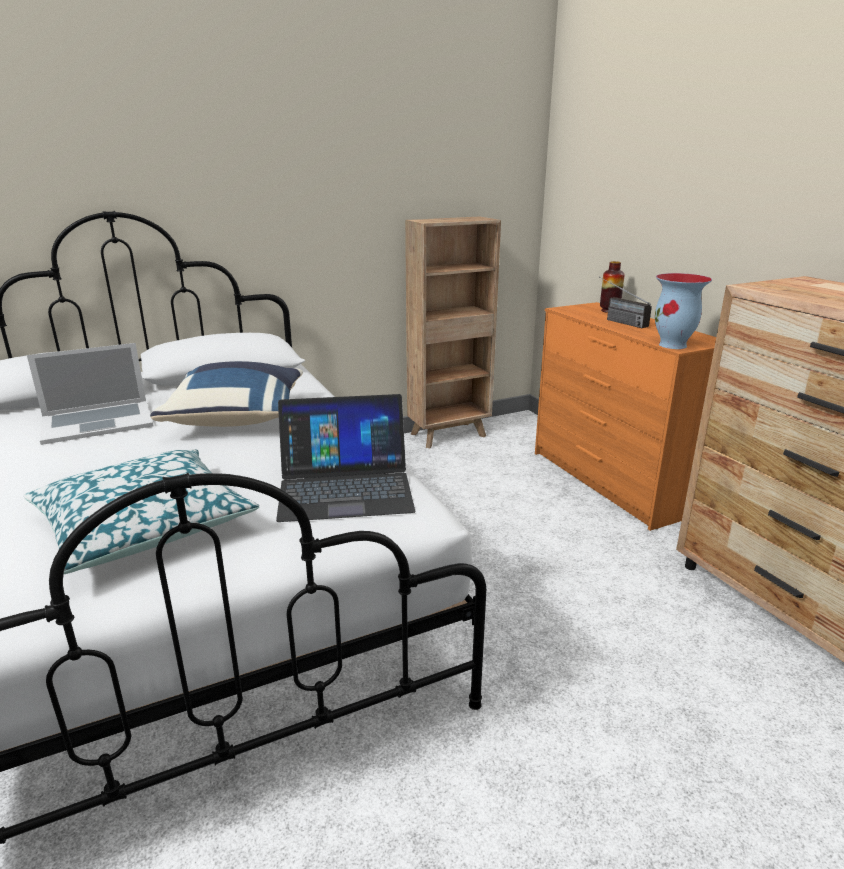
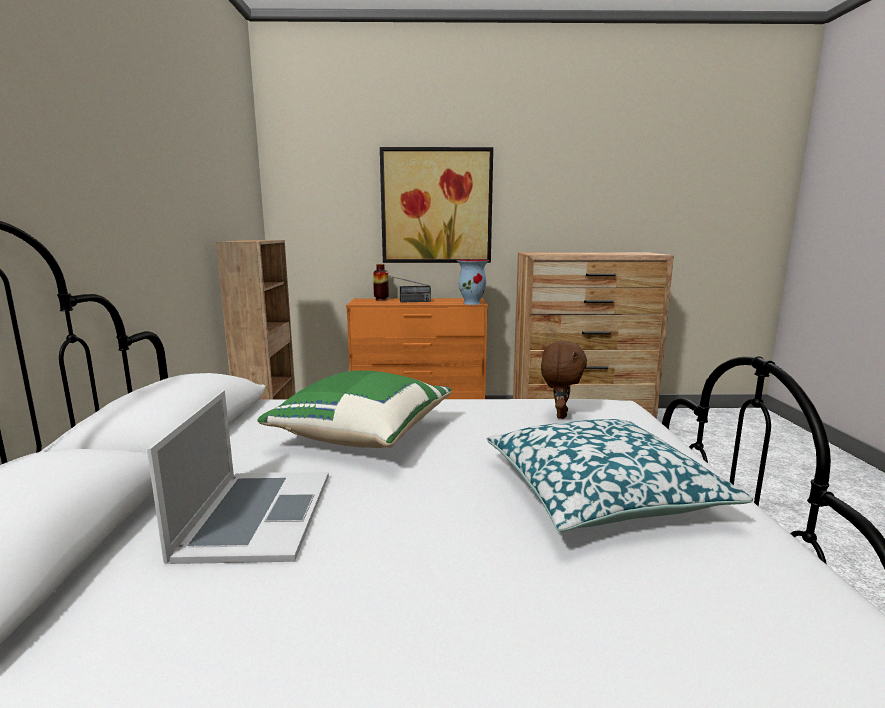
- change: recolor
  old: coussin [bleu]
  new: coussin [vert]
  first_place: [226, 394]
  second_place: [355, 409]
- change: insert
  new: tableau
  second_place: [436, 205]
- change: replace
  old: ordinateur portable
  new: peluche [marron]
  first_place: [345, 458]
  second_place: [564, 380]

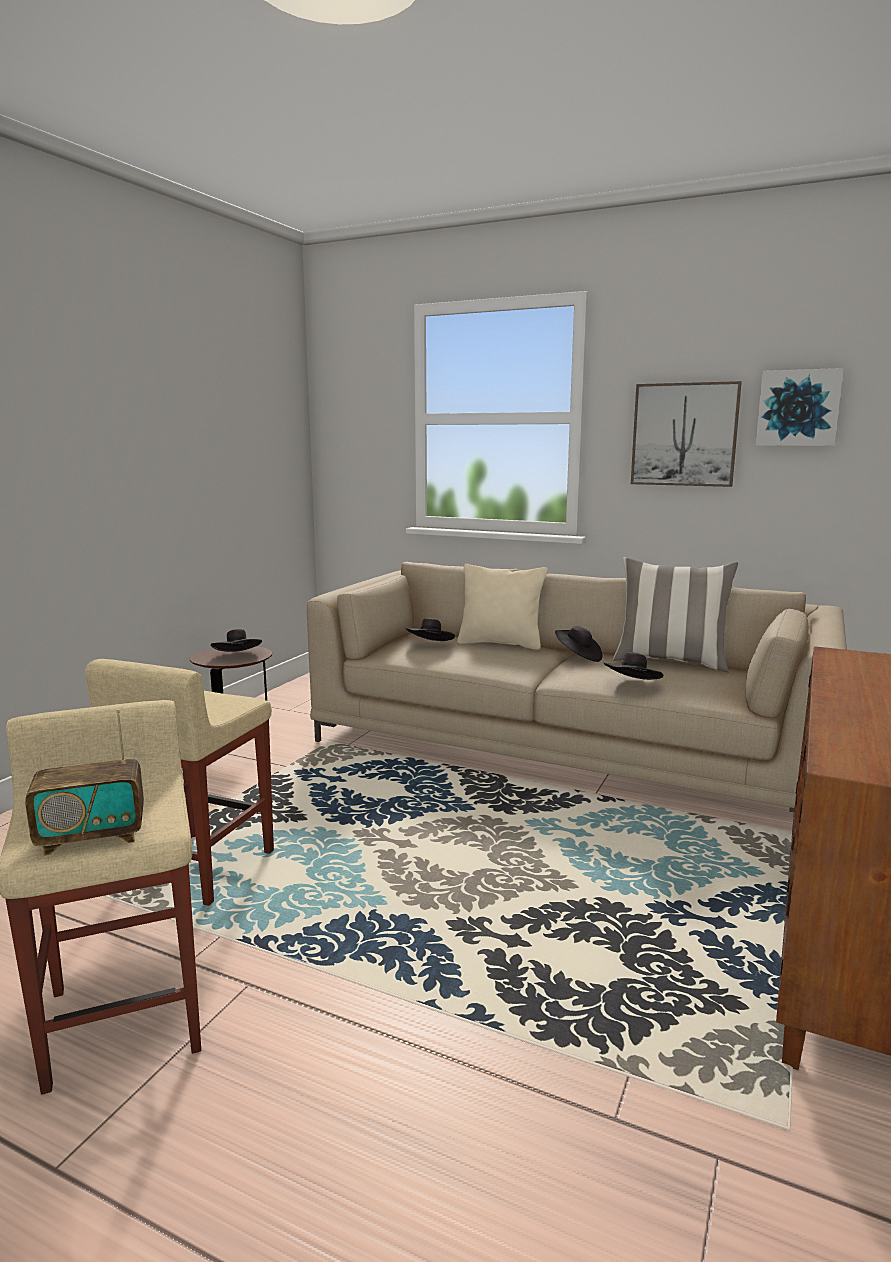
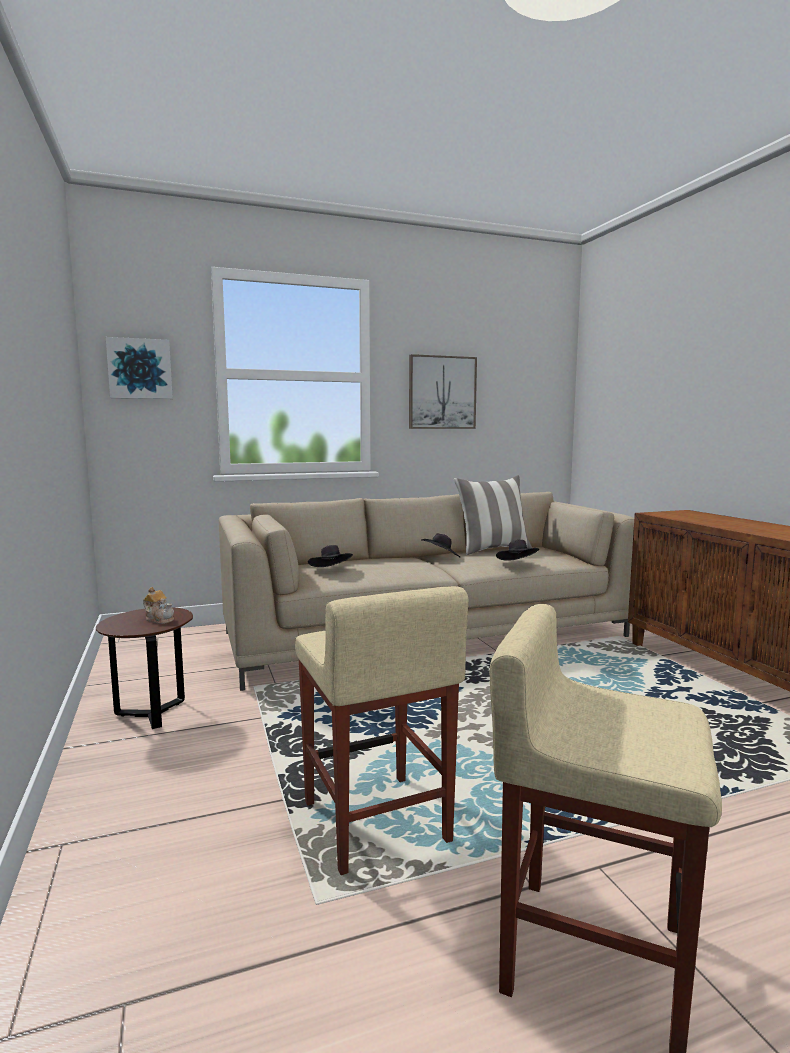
- change: move
  old: tableau
  first_place: [800, 407]
  second_place: [139, 368]
- change: replace
  old: chapeau [noir]
  new: théière
  first_place: [236, 640]
  second_place: [158, 605]
- change: delete
  old: radio
  first_place: [84, 782]
- change: delete
  old: coussin [beige]
  first_place: [502, 607]

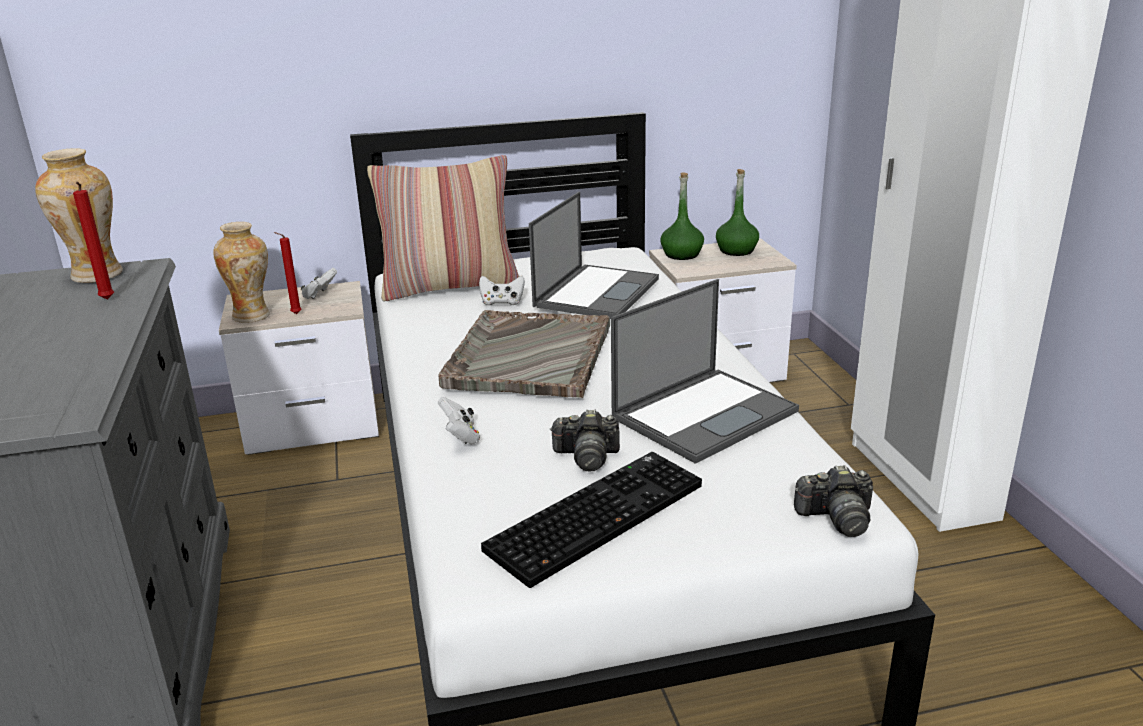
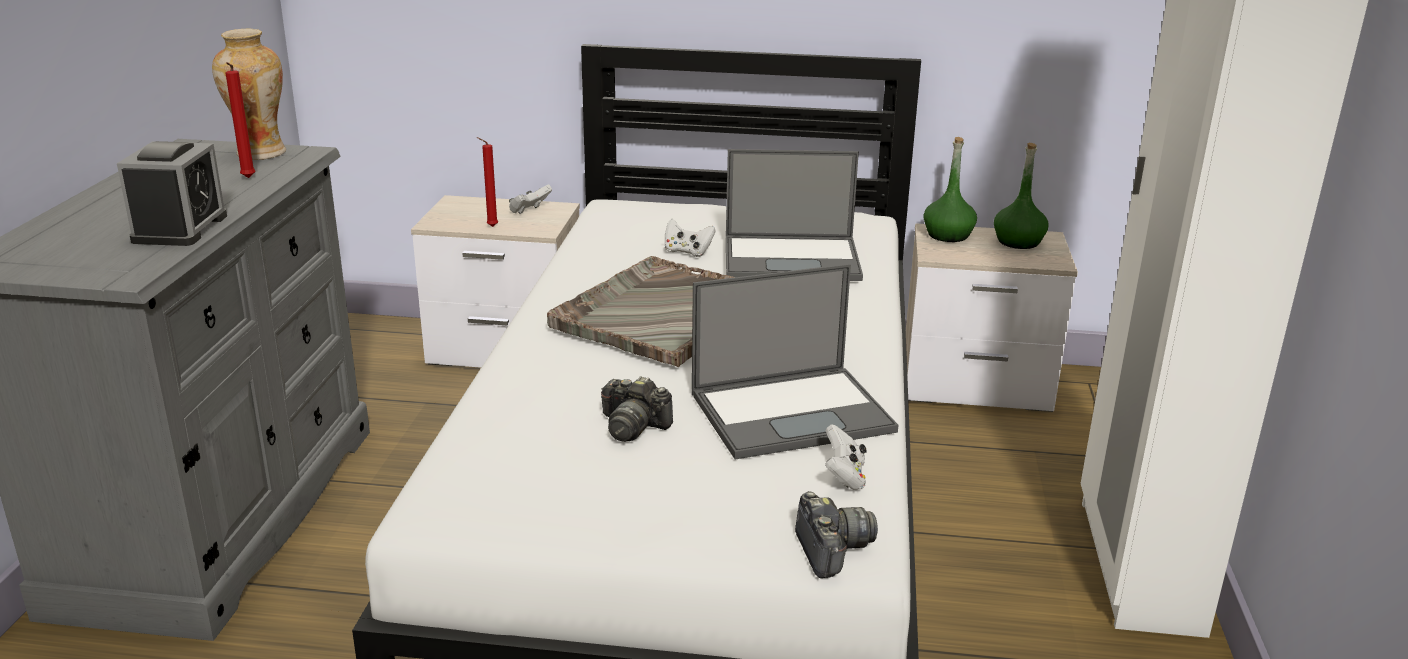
- change: insert
  new: réveil
  second_place: [172, 193]
- change: rotate
  old: ordinateur portable
  first_place: [594, 255]
  second_place: [794, 215]
  degrees: 45
- change: rotate
  old: appareil photo
  first_place: [833, 501]
  second_place: [836, 534]
  degrees: -120
- change: move
  old: manette [blanc]
  first_place: [459, 421]
  second_place: [845, 457]
- change: delete
  old: vase
  first_place: [241, 272]
- change: delete
  old: coussin
  first_place: [443, 228]
- change: delete
  old: clavier
  first_place: [591, 520]

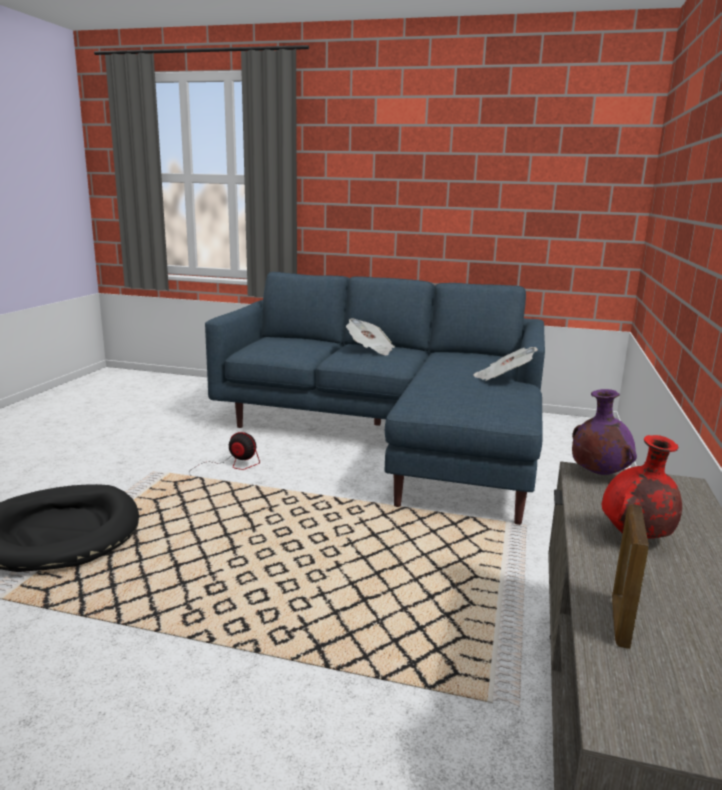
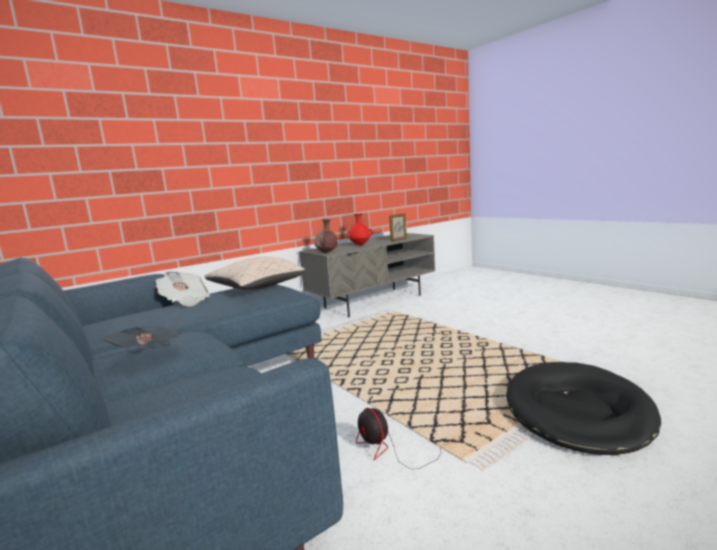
- change: insert
  new: coussin [beige]
  second_place: [254, 273]
- change: recolor
  old: vase [violet]
  new: vase [marron]
  first_place: [604, 432]
  second_place: [325, 236]

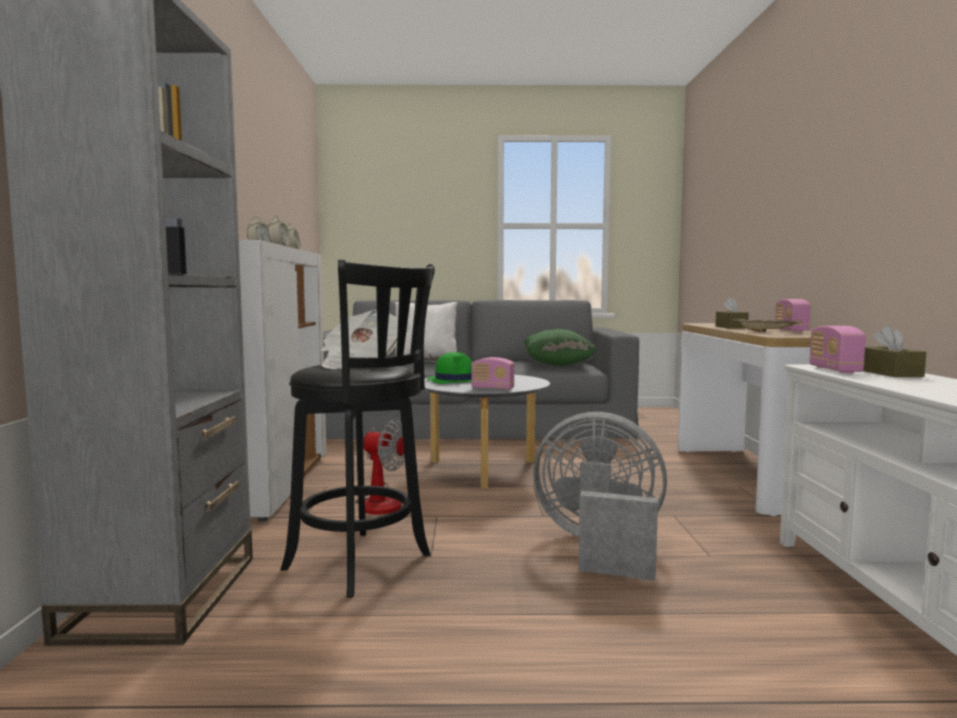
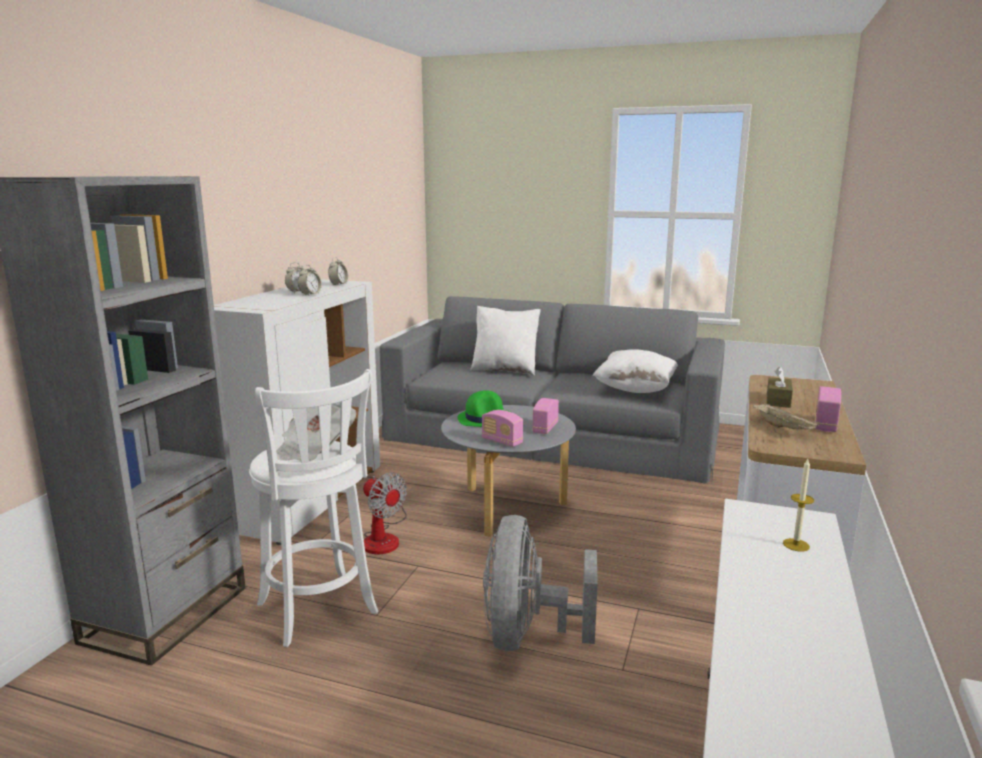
- change: recolor
  old: tabouret [noir]
  new: tabouret [blanc]
  first_place: [358, 429]
  second_place: [313, 508]
- change: rotate
  old: ventilateur [gris]
  first_place: [600, 496]
  second_place: [540, 583]
  degrees: -120
- change: move
  old: radio
  first_place: [837, 349]
  second_place: [545, 416]
- change: recolor
  old: coussin [vert]
  new: coussin [blanc]
  first_place: [560, 347]
  second_place: [635, 371]
- change: replace
  old: boîte à mouchoirs [marron]
  new: bougie
  first_place: [894, 351]
  second_place: [798, 505]

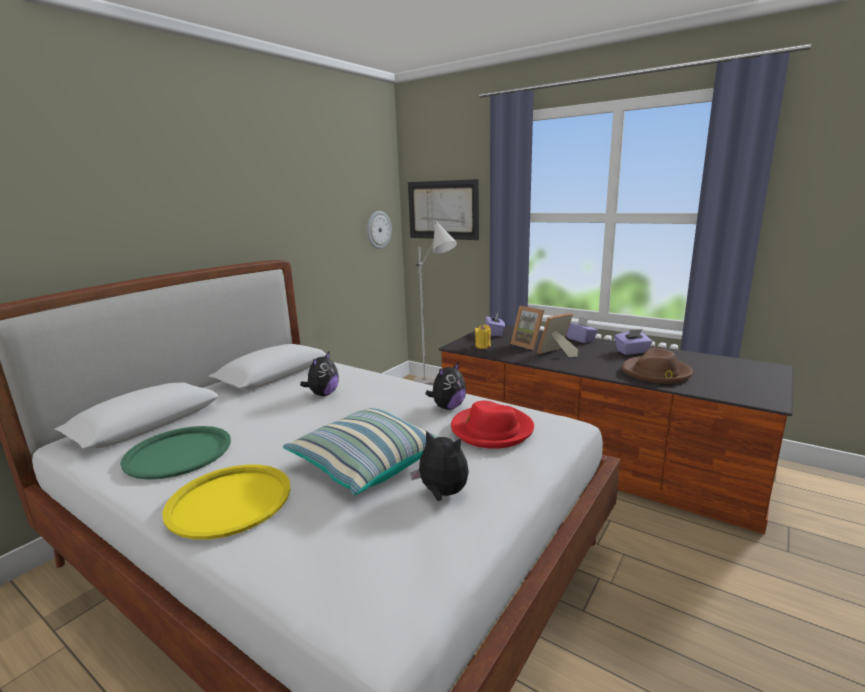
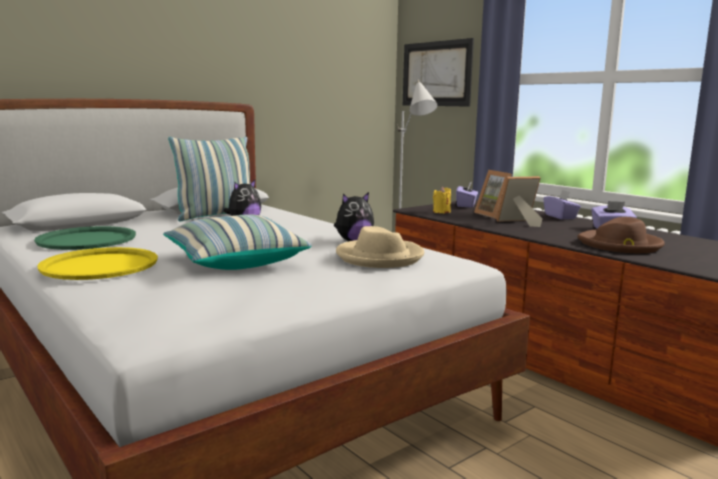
- change: insert
  new: coussin
  second_place: [209, 179]
- change: recolor
  old: chapeau [rouge]
  new: chapeau [beige]
  first_place: [492, 424]
  second_place: [380, 247]
- change: delete
  old: horloge murale
  first_place: [379, 230]
- change: delete
  old: peluche
  first_place: [439, 465]

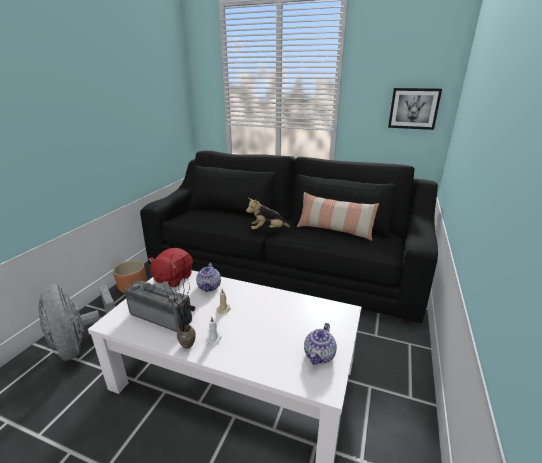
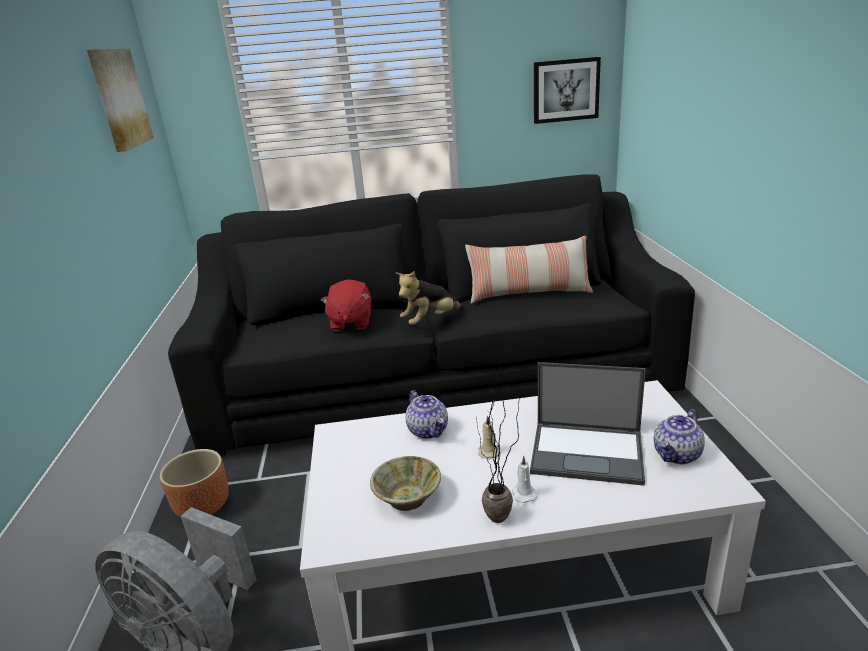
- change: insert
  new: tableau
  second_place: [120, 100]
- change: move
  old: peluche [rouge]
  first_place: [170, 267]
  second_place: [345, 305]
- change: replace
  old: radio
  new: bol [beige]
  first_place: [160, 306]
  second_place: [405, 483]
- change: insert
  new: ordinateur portable
  second_place: [588, 423]
- change: rotate
  old: théière
  first_place: [320, 343]
  second_place: [679, 436]
  degrees: 45

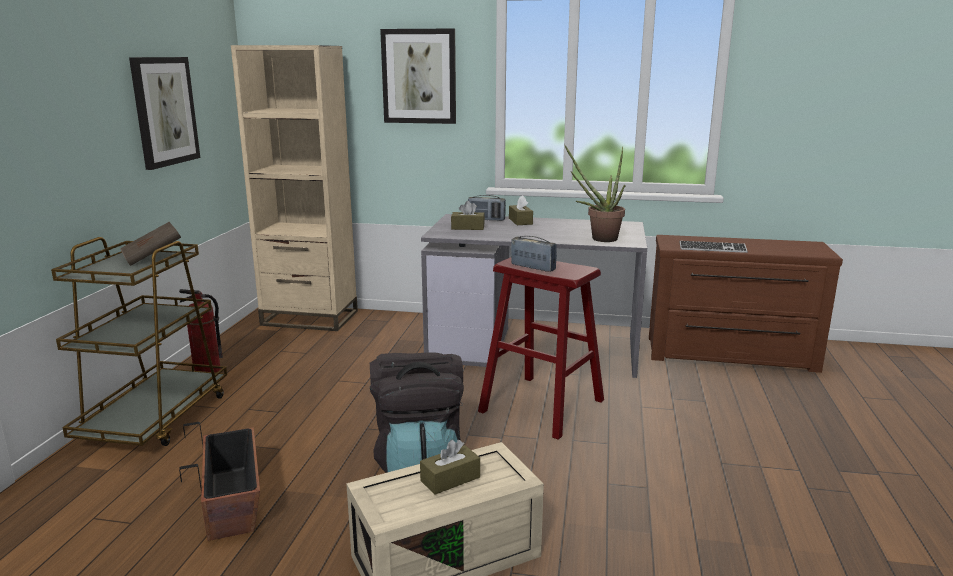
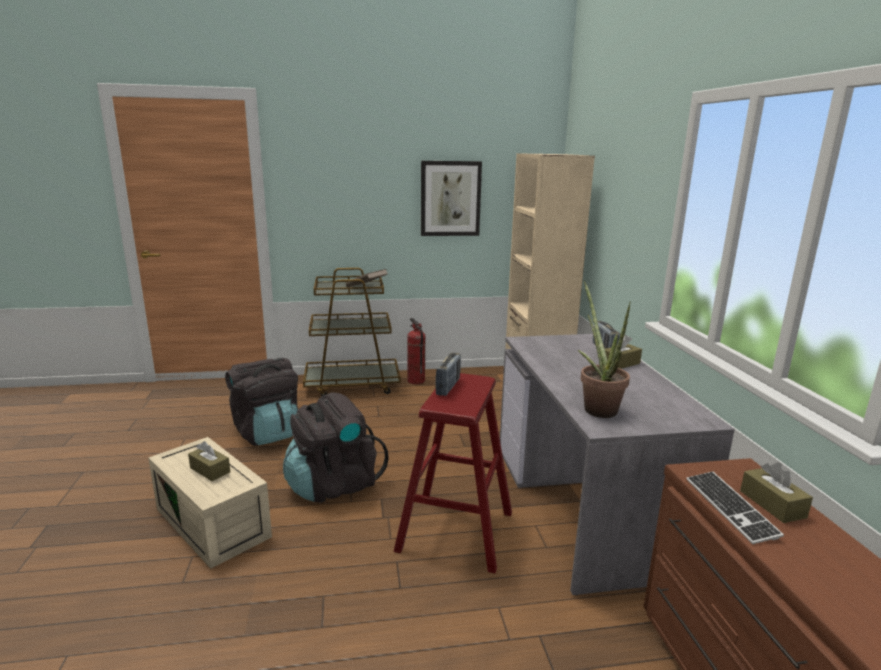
- change: replace
  old: cache-pot
  new: sac à dos [noir]
  first_place: [219, 481]
  second_place: [261, 402]
- change: move
  old: boîte à mouchoirs [marron]
  first_place: [468, 215]
  second_place: [776, 492]
- change: delete
  old: tableau
  first_place: [418, 76]

